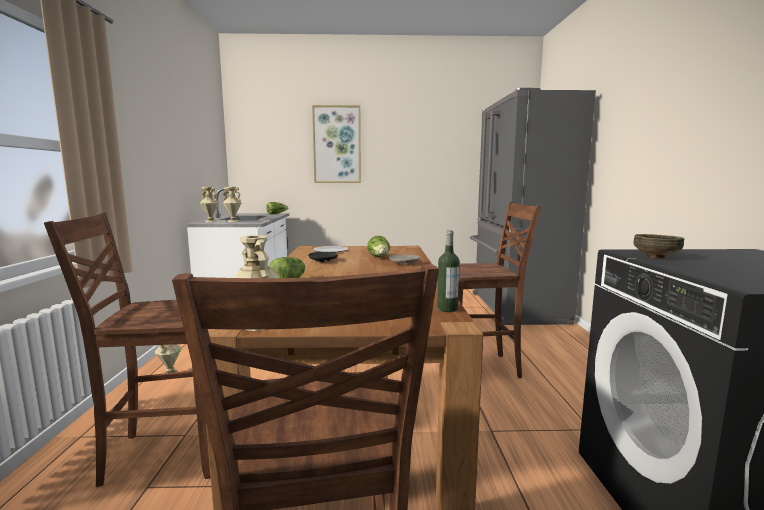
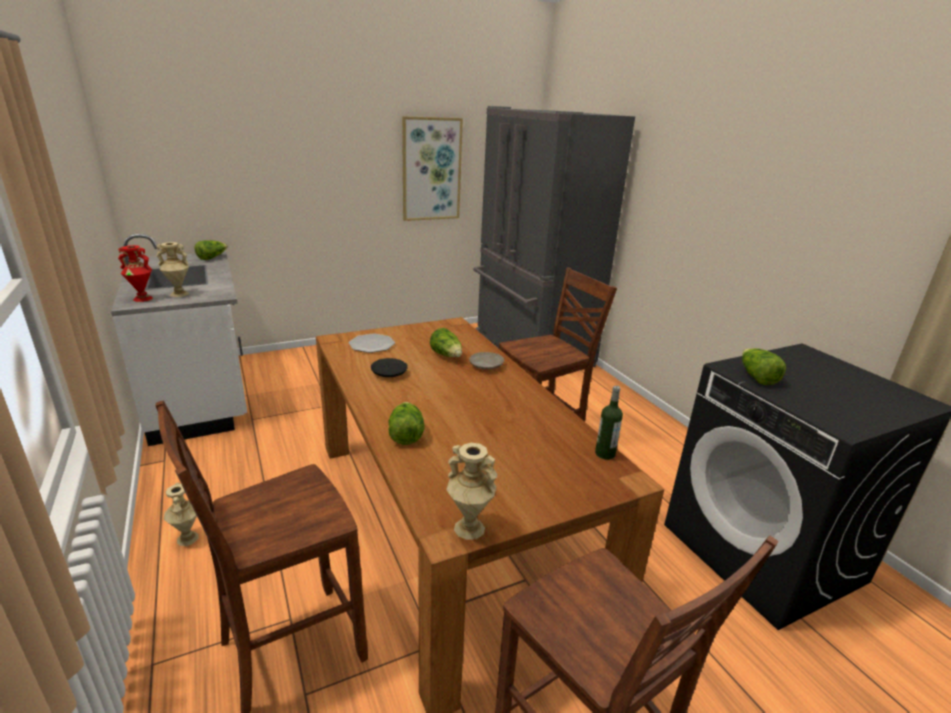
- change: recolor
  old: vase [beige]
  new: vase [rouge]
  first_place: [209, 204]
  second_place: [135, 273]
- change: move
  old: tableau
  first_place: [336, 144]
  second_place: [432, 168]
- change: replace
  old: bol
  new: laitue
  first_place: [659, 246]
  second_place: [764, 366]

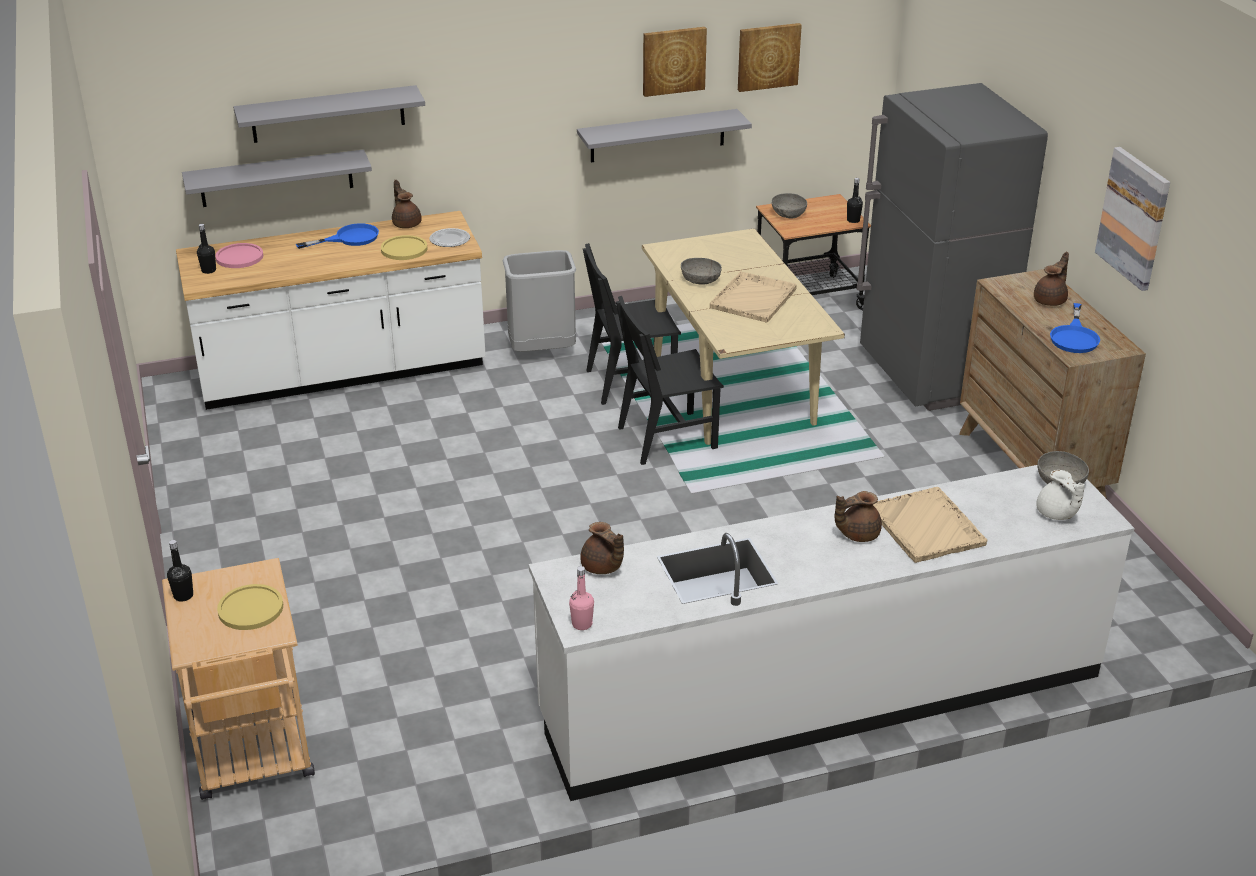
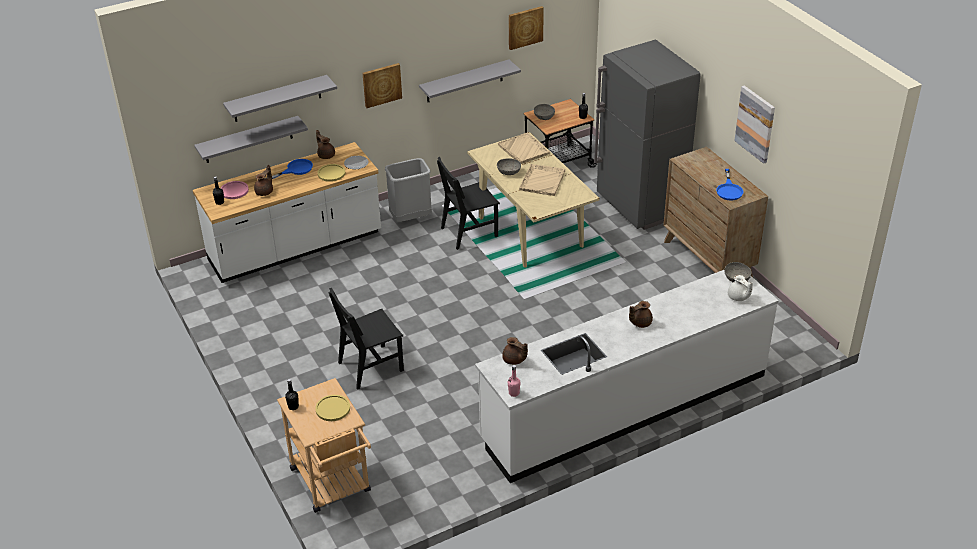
- change: move
  old: théière [marron]
  first_place: [1051, 279]
  second_place: [263, 180]
- change: move
  old: chaise [noir]
  first_place: [670, 380]
  second_place: [366, 339]
- change: move
  old: tableau
  first_place: [675, 62]
  second_place: [382, 85]
- change: move
  old: plateau [beige]
  first_place: [930, 525]
  second_place: [524, 148]

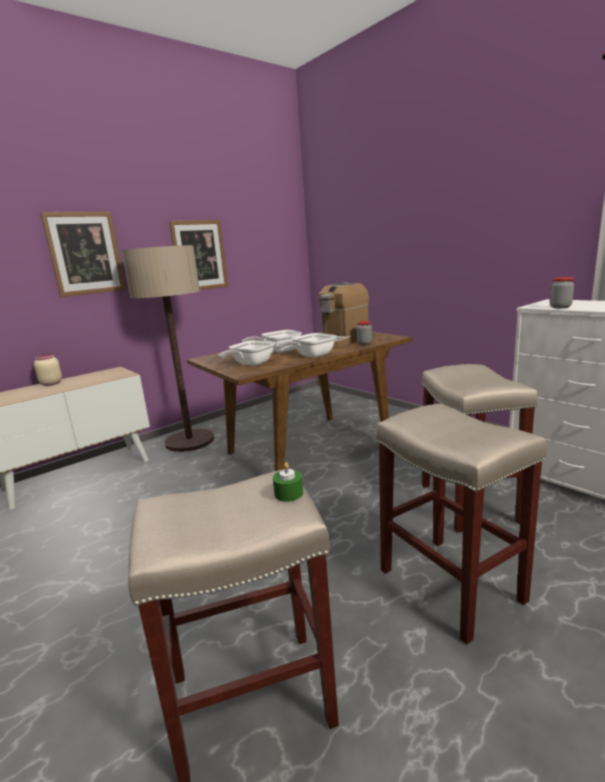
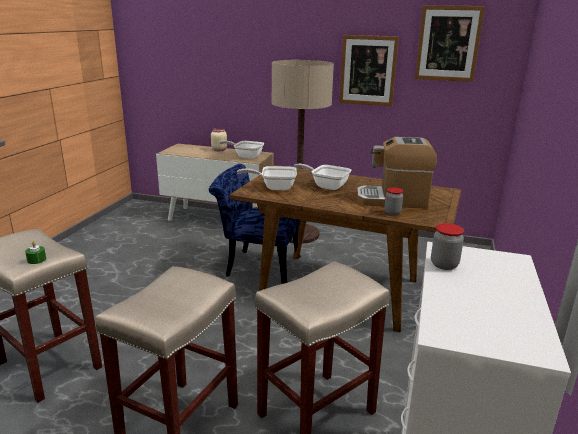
- change: insert
  new: chaise [bleu]
  second_place: [255, 224]
- change: move
  old: poêle
  first_place: [306, 345]
  second_place: [241, 149]
- change: move
  old: tableau
  first_place: [83, 254]
  second_place: [450, 43]

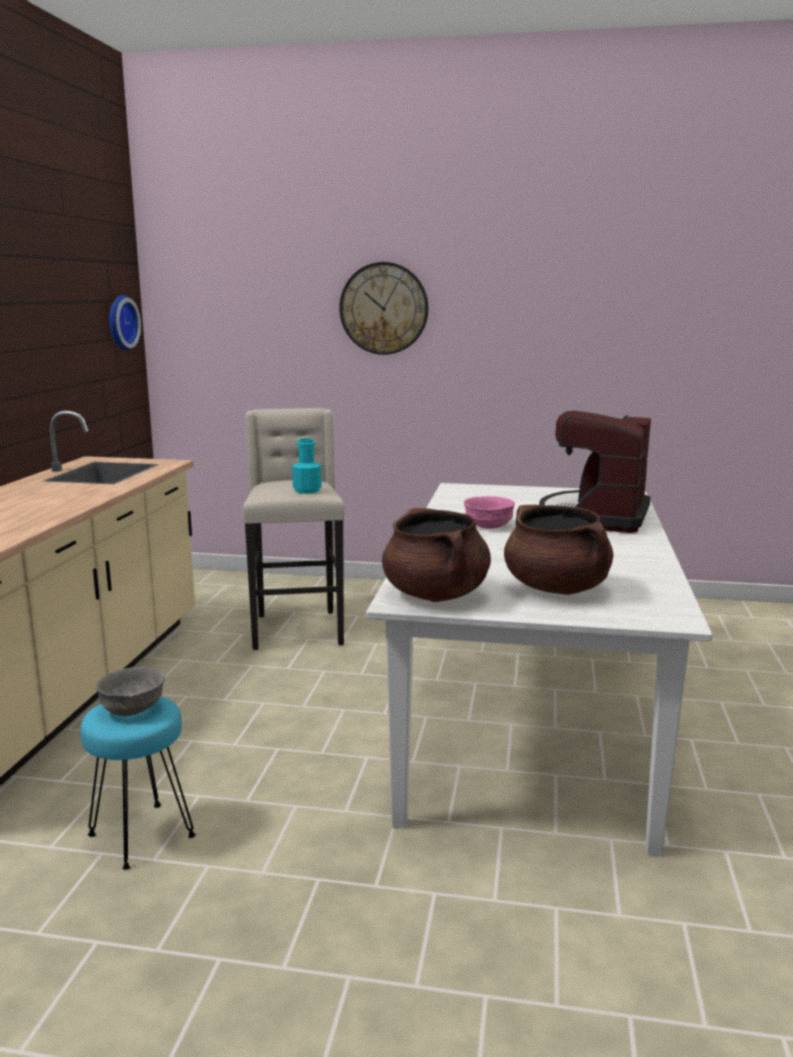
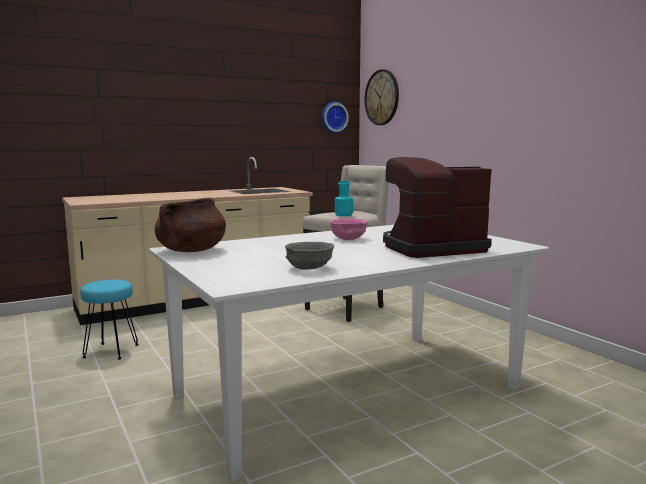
- change: move
  old: bol [gris]
  first_place: [130, 691]
  second_place: [309, 256]
- change: move
  old: horloge murale
  first_place: [383, 308]
  second_place: [381, 97]
- change: delete
  old: marmite [marron]
  first_place: [559, 550]

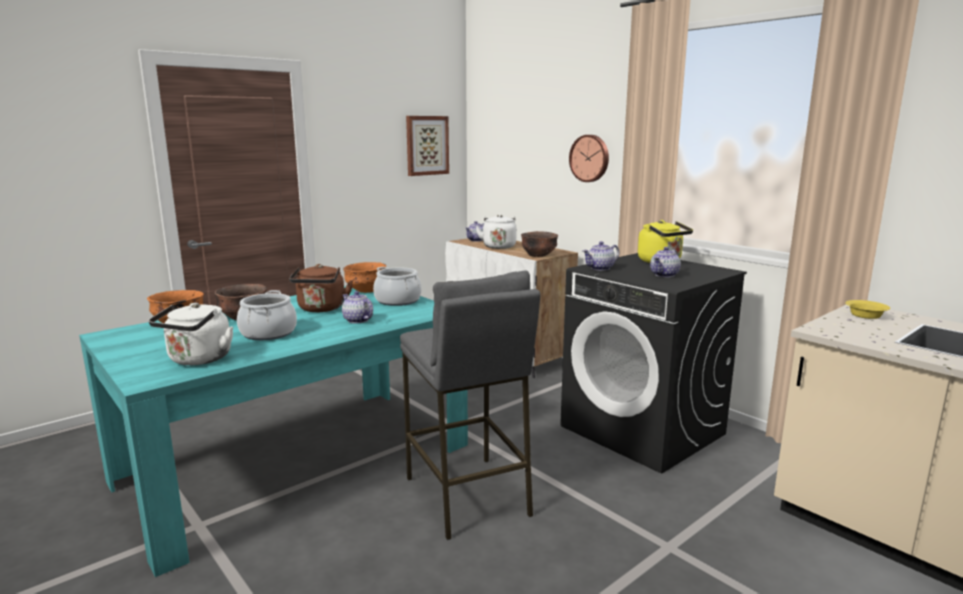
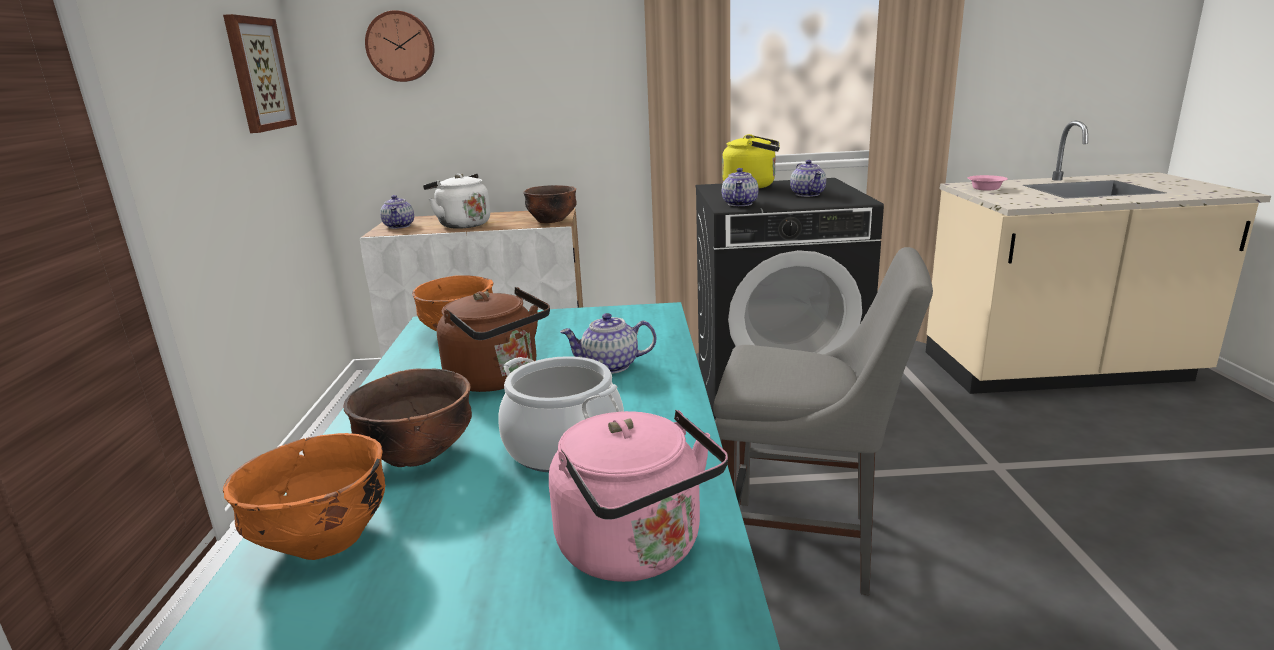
- change: move
  old: horloge murale
  first_place: [589, 158]
  second_place: [399, 46]
- change: recolor
  old: bouilloire [blanc]
  new: bouilloire [rose]
  first_place: [190, 334]
  second_place: [638, 496]
- change: replace
  old: tabouret [gris]
  new: chaise [gris]
  first_place: [470, 405]
  second_place: [823, 421]
- change: recolor
  old: bol [jaune]
  new: bol [rose]
  first_place: [867, 309]
  second_place: [988, 183]
- change: delete
  old: marmite
  first_place: [397, 286]

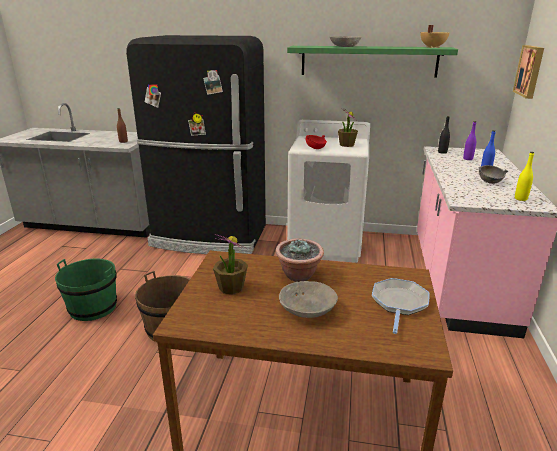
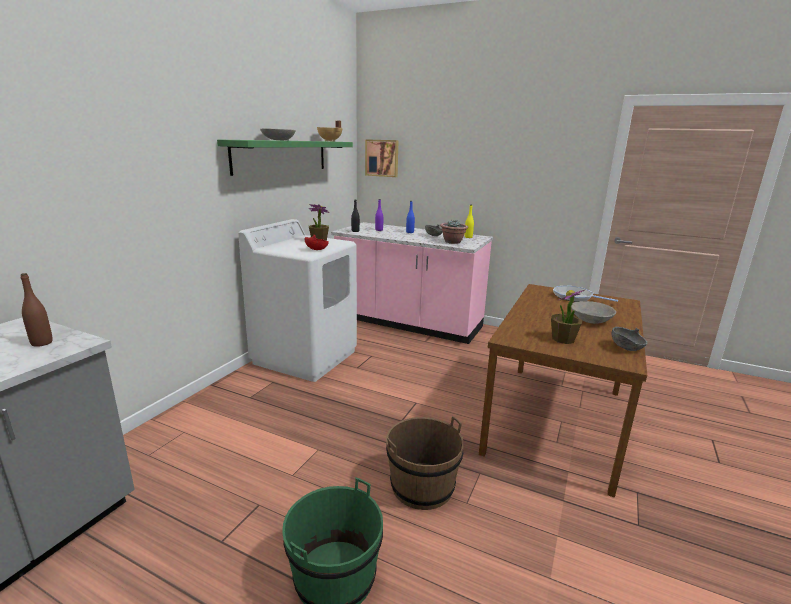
- change: move
  old: plante en pot
  first_place: [299, 260]
  second_place: [454, 232]
- change: insert
  new: bol [gris]
  second_place: [629, 339]
- change: delete
  old: réfrigérateur [noir]
  first_place: [196, 144]

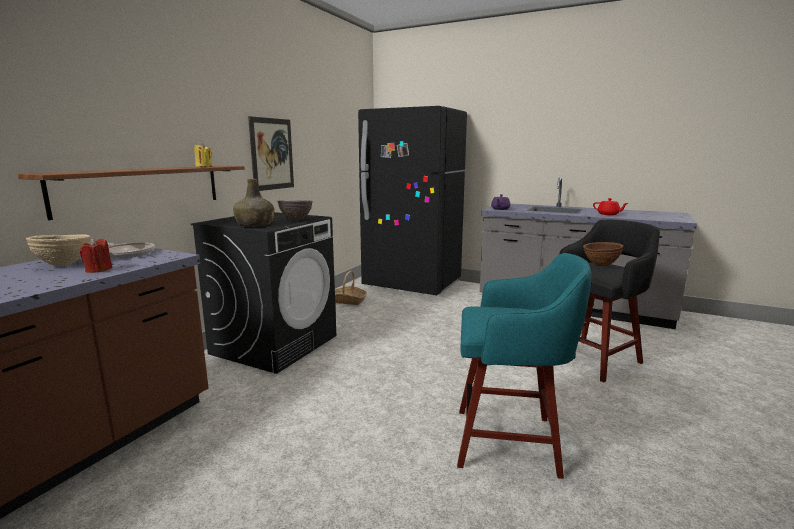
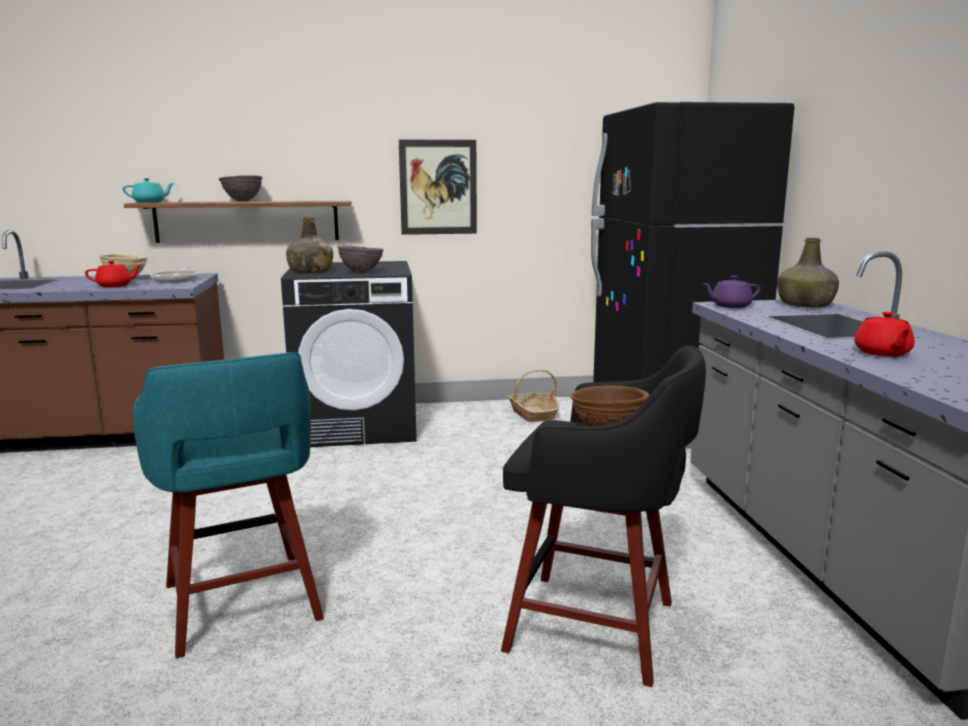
- change: replace
  old: bougie [rouge]
  new: théière [rouge]
  first_place: [96, 255]
  second_place: [113, 274]
- change: insert
  new: théière [turquoise]
  second_place: [149, 190]
- change: insert
  new: bol [marron]
  second_place: [240, 188]
- change: insert
  new: bouteille [vert]
  second_place: [808, 272]
- change: delete
  old: bougie [jaune]
  first_place: [203, 155]

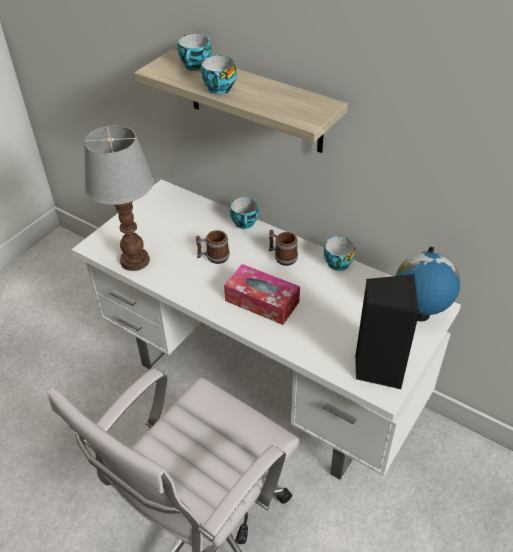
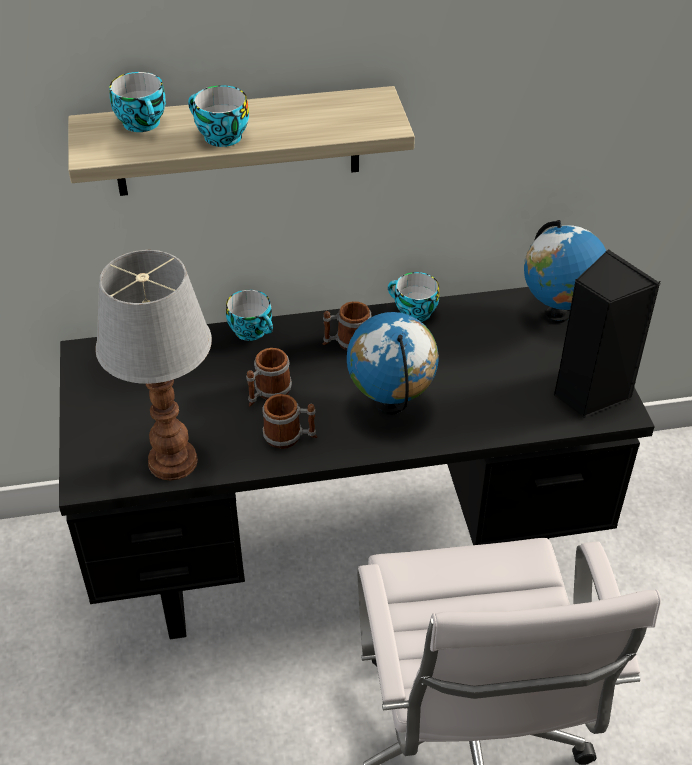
- change: recolor
  old: bureau [blanc]
  new: bureau [noir]
  first_place: [266, 329]
  second_place: [357, 463]
- change: insert
  new: mug
  second_place: [289, 421]
- change: replace
  old: boîte à mouchoirs
  new: globe
  first_place: [262, 294]
  second_place: [393, 363]

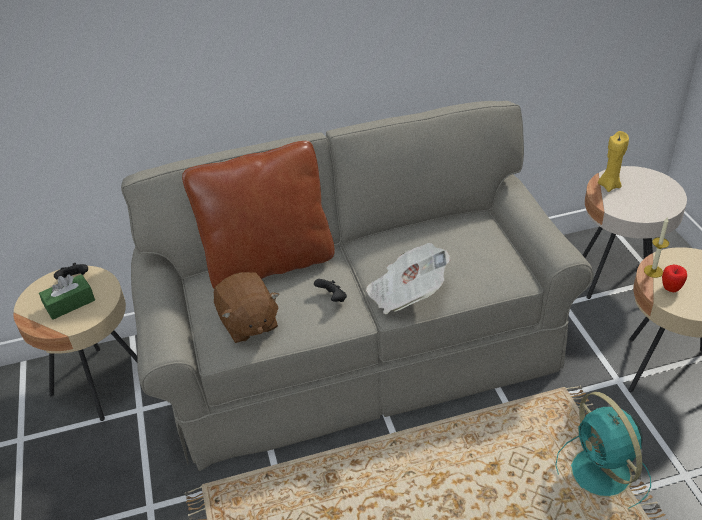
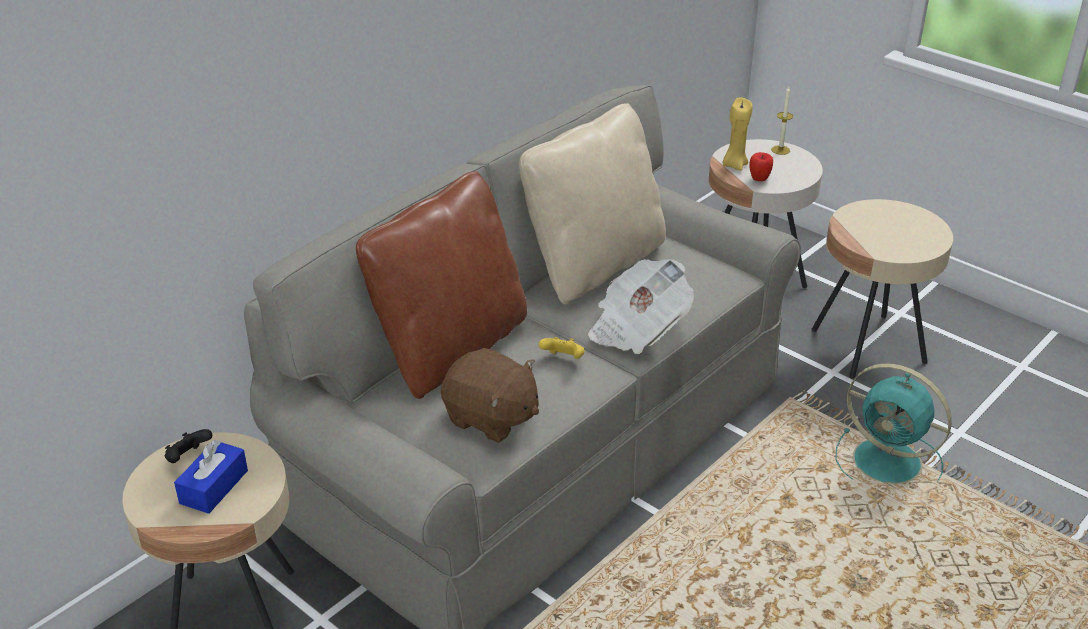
- change: recolor
  old: boîte à mouchoirs [vert]
  new: boîte à mouchoirs [bleu]
  first_place: [67, 297]
  second_place: [211, 477]
- change: insert
  new: coussin [beige]
  second_place: [592, 204]
- change: recolor
  old: manette [noir]
  new: manette [jaune]
  first_place: [330, 290]
  second_place: [562, 348]
- change: move
  old: pomme
  first_place: [674, 278]
  second_place: [761, 166]
- change: move
  old: bougie
  first_place: [656, 248]
  second_place: [782, 120]

